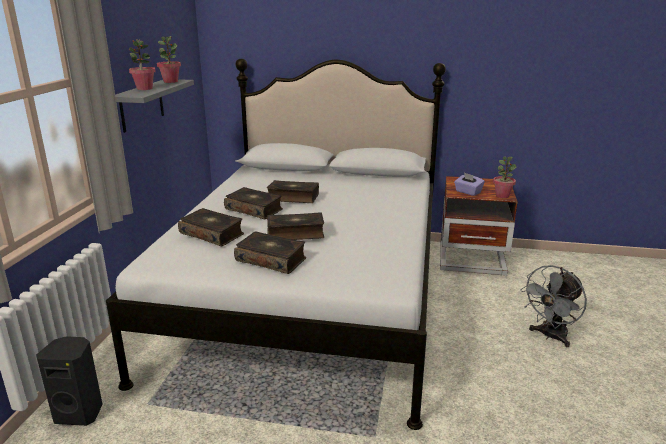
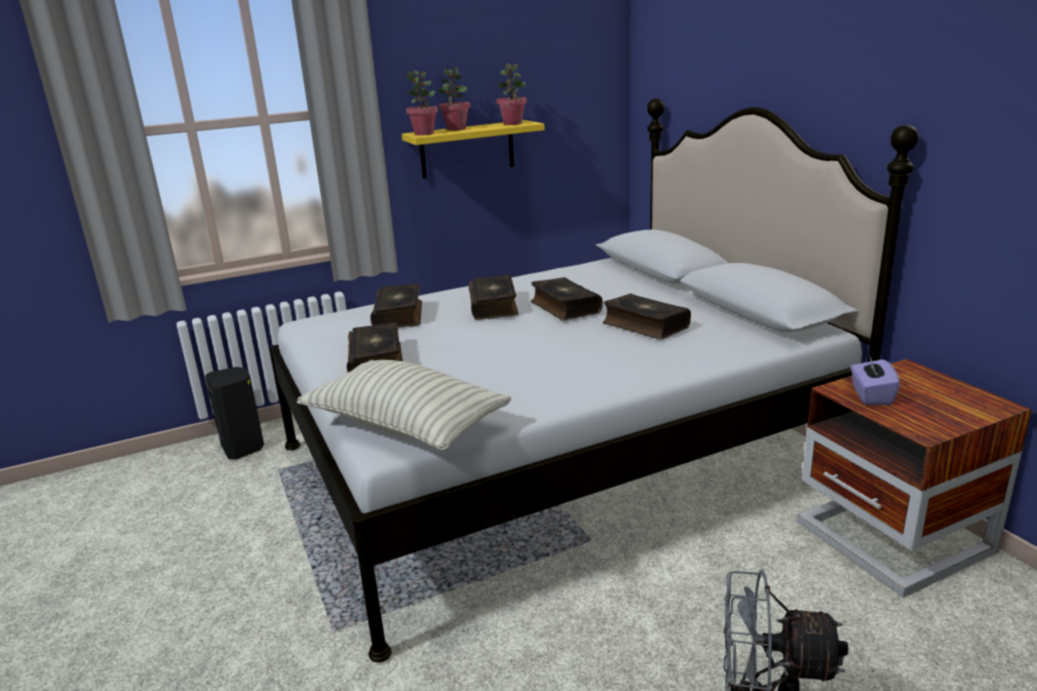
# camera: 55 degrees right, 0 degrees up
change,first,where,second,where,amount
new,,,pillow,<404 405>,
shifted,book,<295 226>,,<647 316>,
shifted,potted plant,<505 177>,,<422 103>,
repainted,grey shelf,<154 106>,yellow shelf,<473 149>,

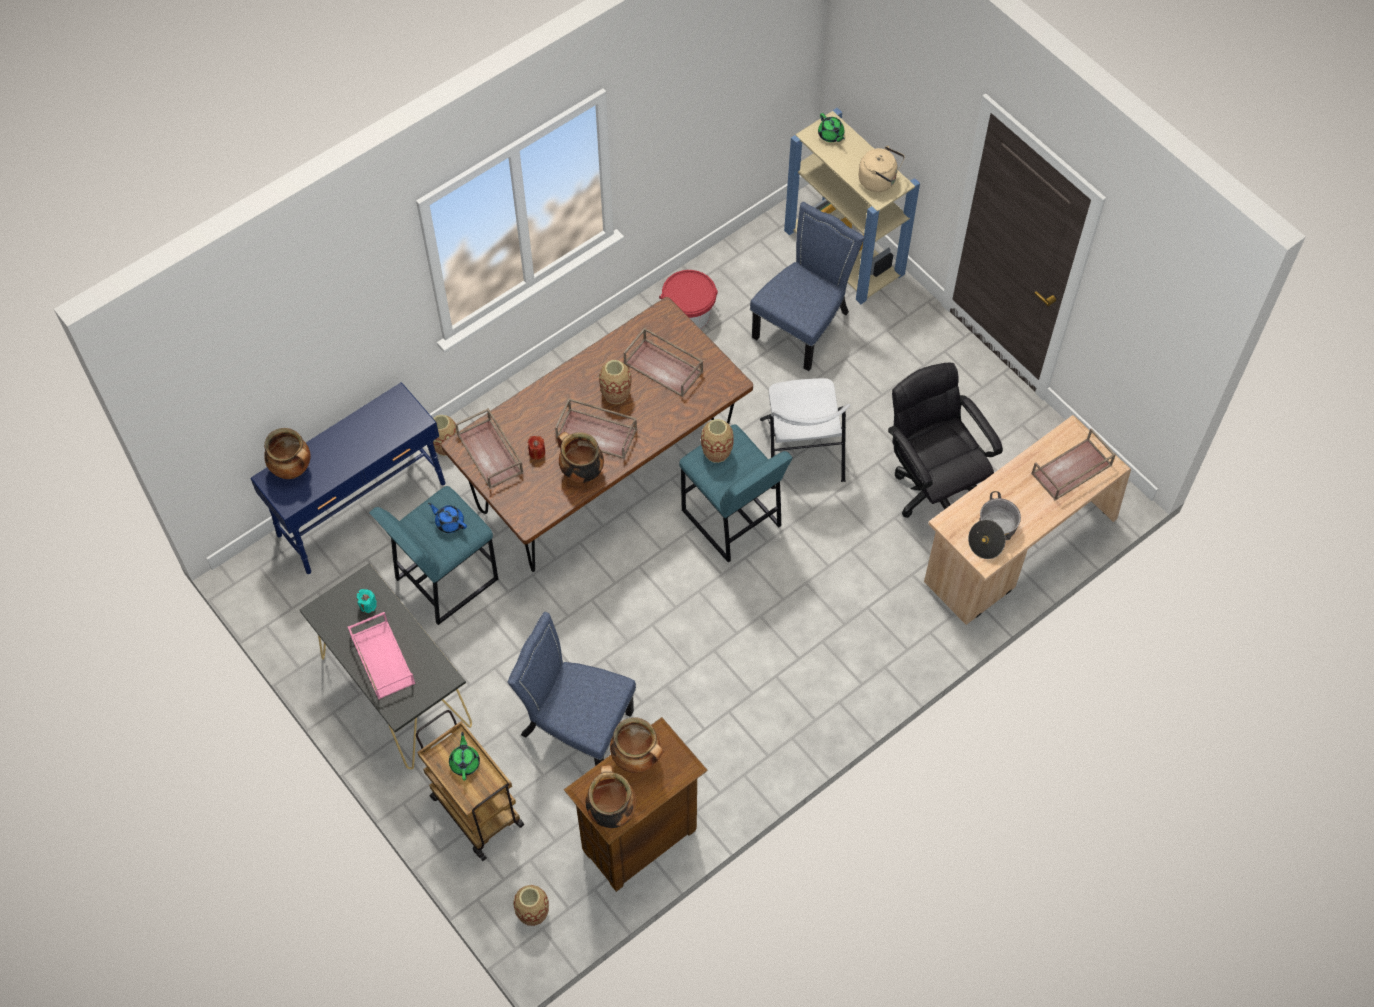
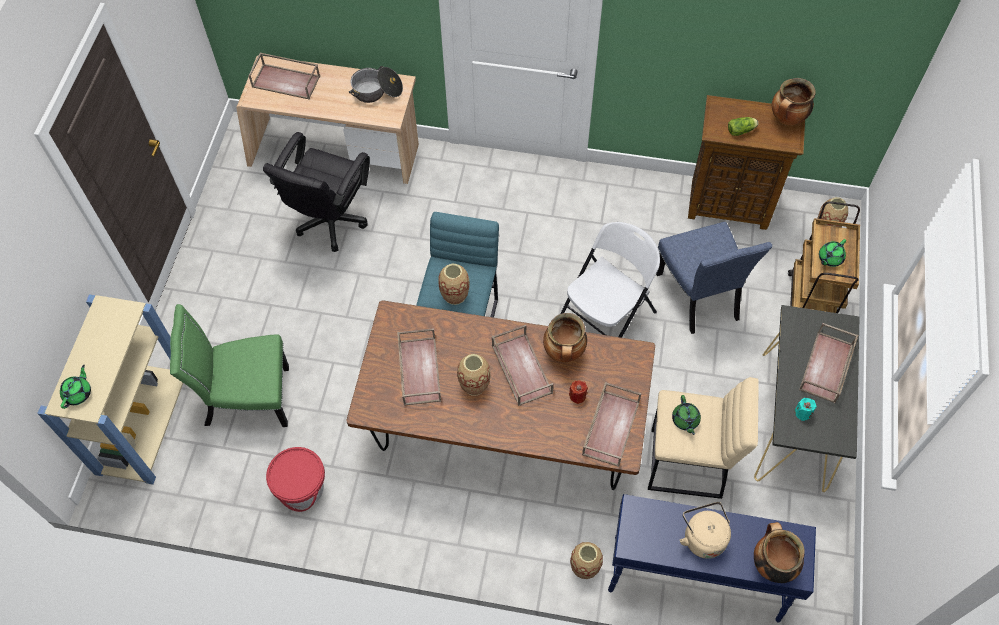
# camera: 130 degrees left, 0 degrees up
change,first,where,second,where,amount
shifted,white chair,<805 433>,,<610 280>,
shifted,beige kettle,<881 169>,,<705 530>,
swapped,cooking pot,<637 745>,lettuce,<743 126>,
repainted,pink tray,<381 655>,brown tray,<828 363>,
repainted,blue stool,<433 555>,beige stool,<703 438>,
repainted,blue teapot,<447 518>,green teapot,<686 415>,
repainted,blue chair,<807 286>,green chair,<229 365>,

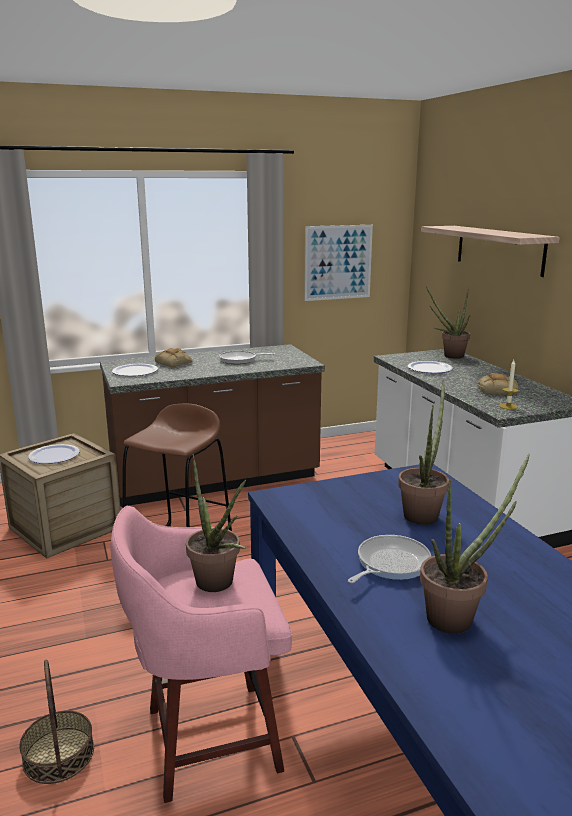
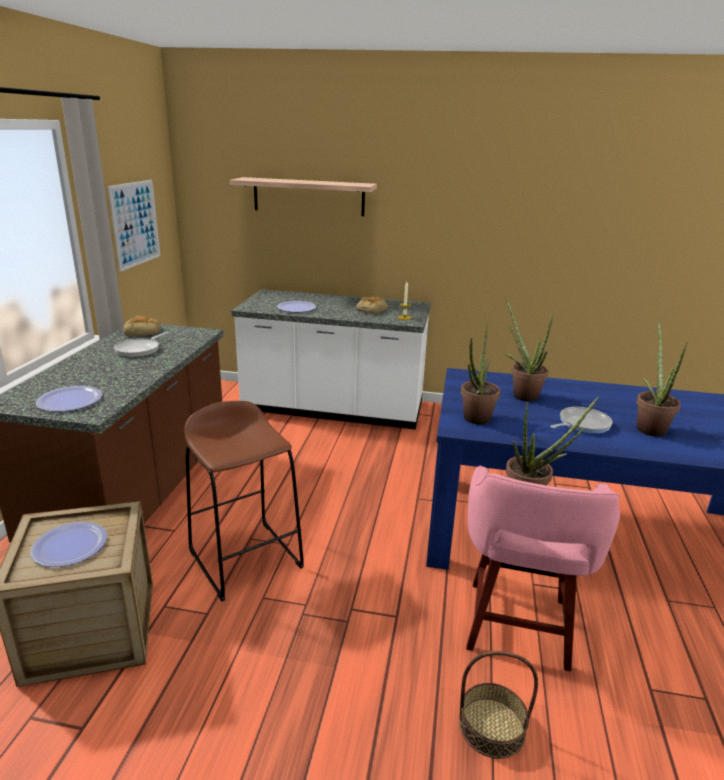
# camera: 60 degrees left, 5 degrees up
change,first,where,second,where,amount
shifted,bread,<174 357>,,<142 326>,
shifted,potted plant,<448 322>,,<480 373>,
rotated,frying pan,<389 559>,,<581 420>,75 degrees clockwise

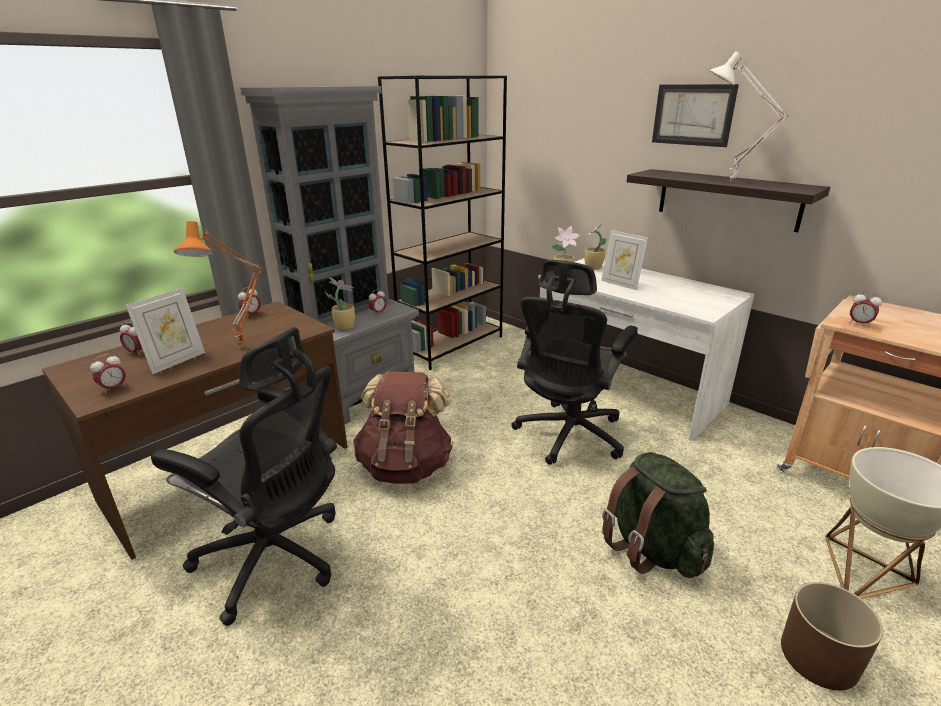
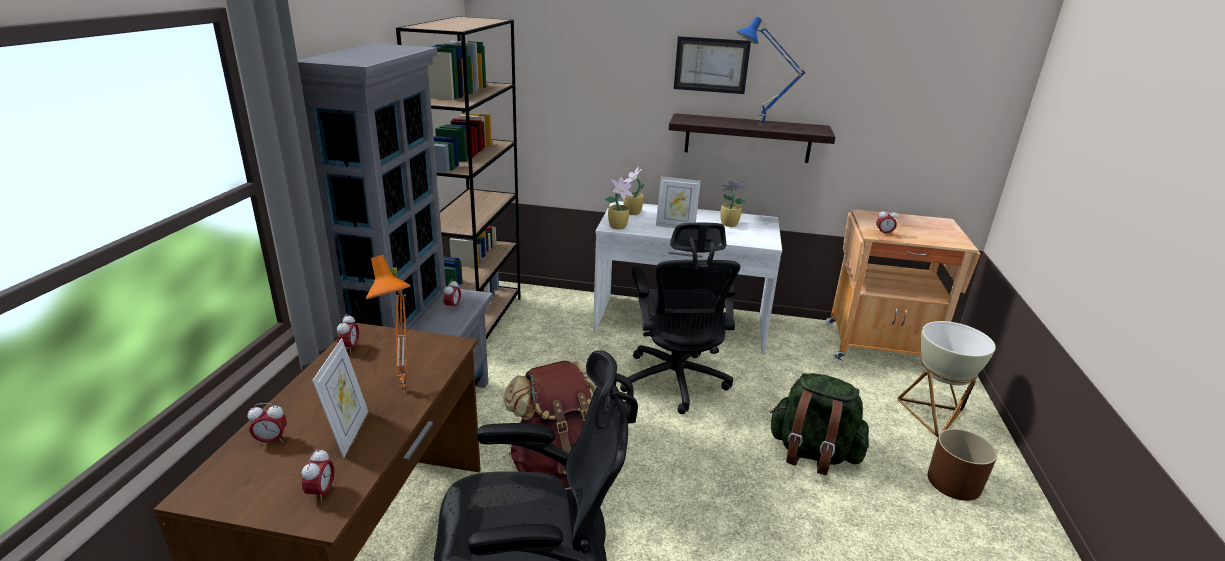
# camera: 35 degrees left, 0 degrees up
change,first,where,second,where,amount
shifted,potted plant,<340 303>,,<733 203>,
repainted,white table lamp,<749 116>,blue table lamp,<771 71>,

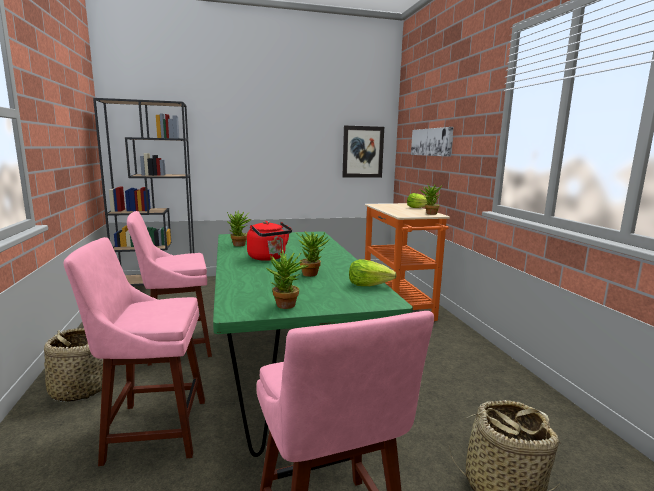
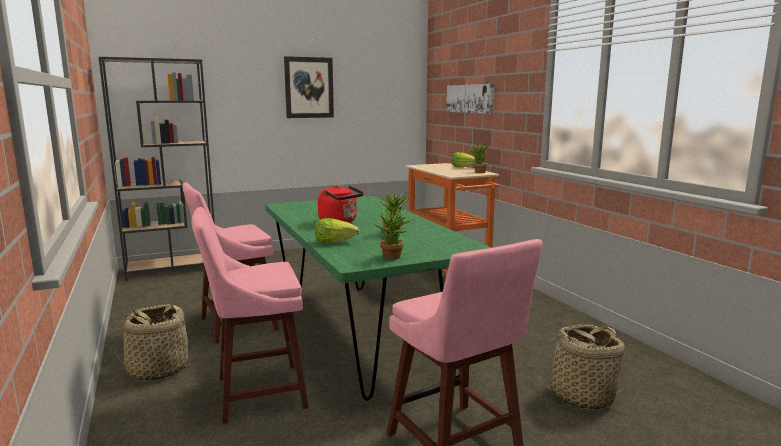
# camera: 10 degrees left, 0 degrees up
change,first,where,second,where,amount
gone,potted plant,<239 229>,,,
shifted,picture,<363 151>,,<309 87>,
shifted,lettuce,<373 272>,,<337 230>,

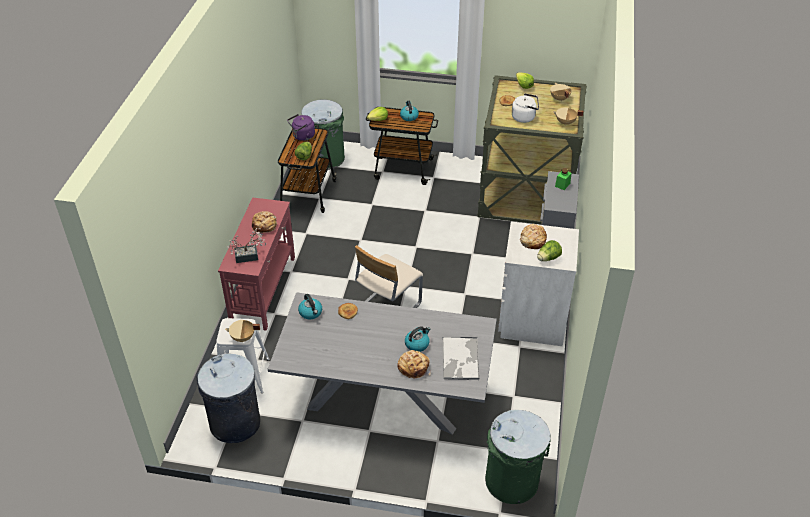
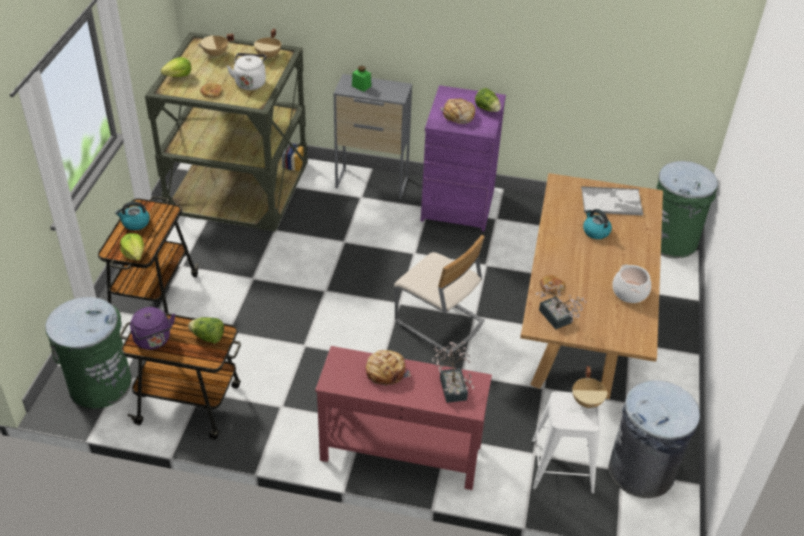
# camera: 90 degrees left, 0 degrees up
change,first,where,second,where,amount
gone,bread,<414 364>,,,
new,,,cooking pot,<631 283>,
swapped,kettle,<310 307>,potted plant,<561 305>,
repainted,grey dining table,<382 363>,brown dining table,<591 286>,
repainted,white dresser,<538 283>,purple dresser,<463 158>,

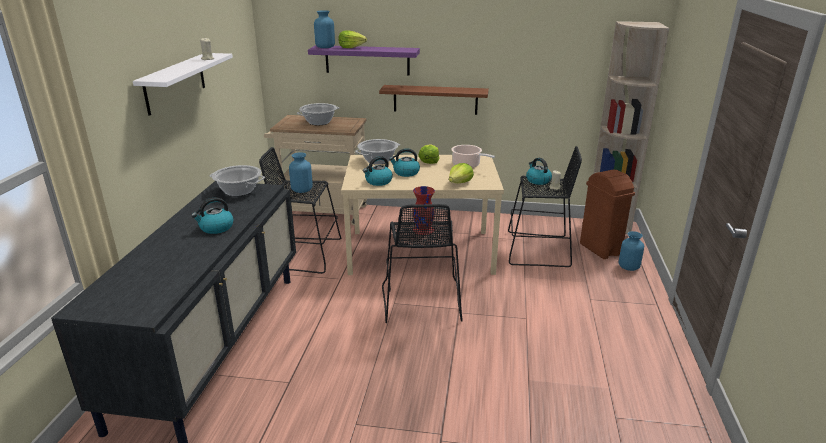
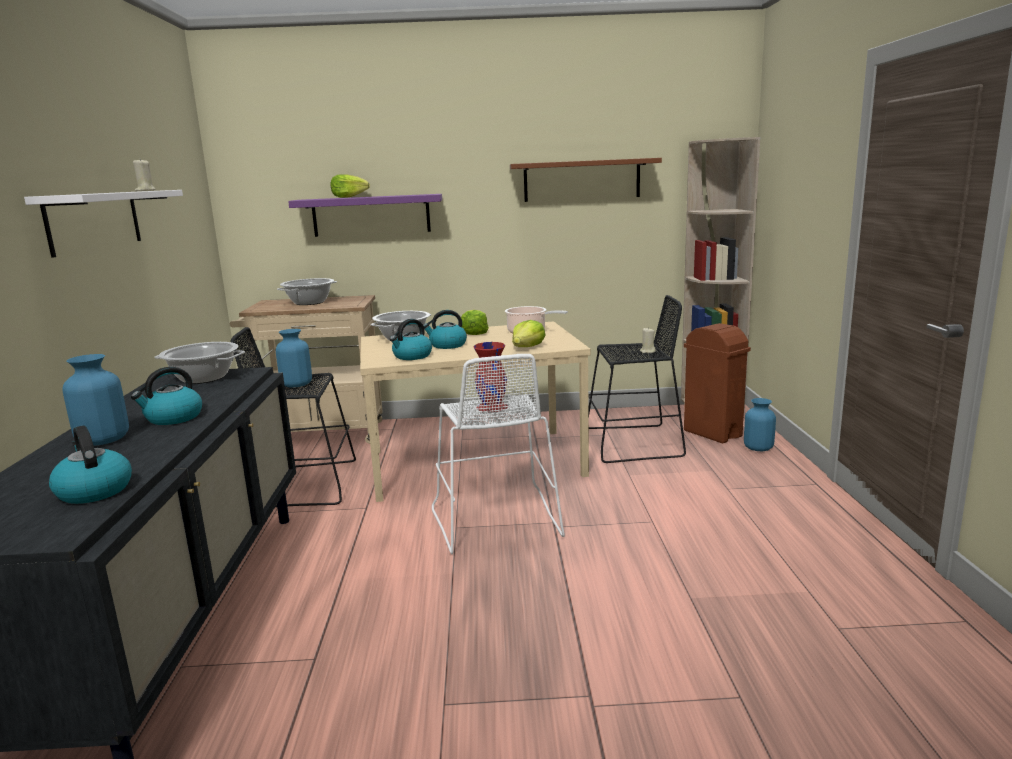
# camera: 10 degrees left, 10 degrees down
change,first,where,second,where,amount
shifted,blue vase,<324 29>,,<95 400>,
shifted,brown shelf,<434 100>,,<586 180>,
shifted,kettle,<539 171>,,<90 465>,
repainted,black stool,<422 263>,white stool,<498 454>,

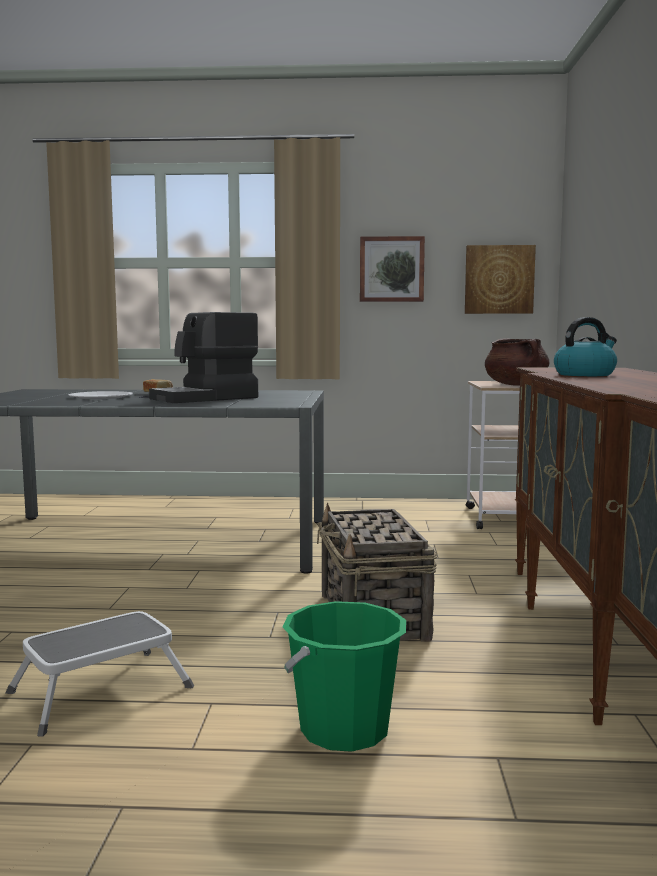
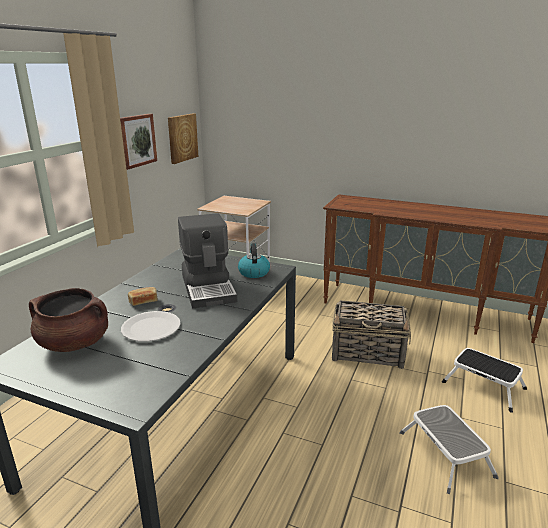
# camera: 70 degrees left, 15 degrees up
change,first,where,second,where,amount
shifted,brown cooking pot,<517 362>,,<68 320>,
shifted,kettle,<585 346>,,<254 260>,
swapped,green bucket,<344 676>,black step ladder,<484 380>,

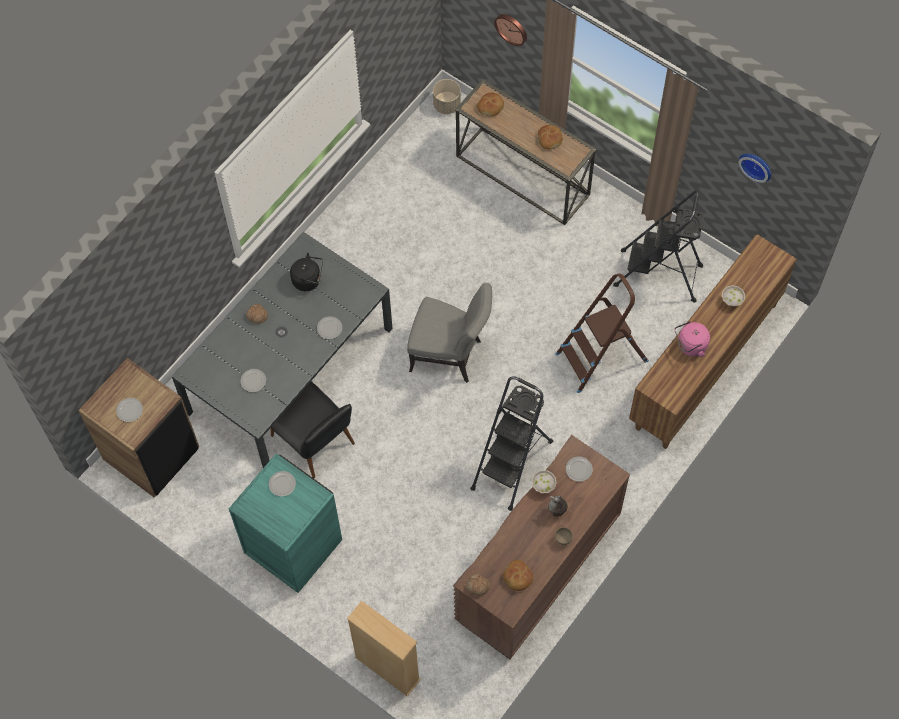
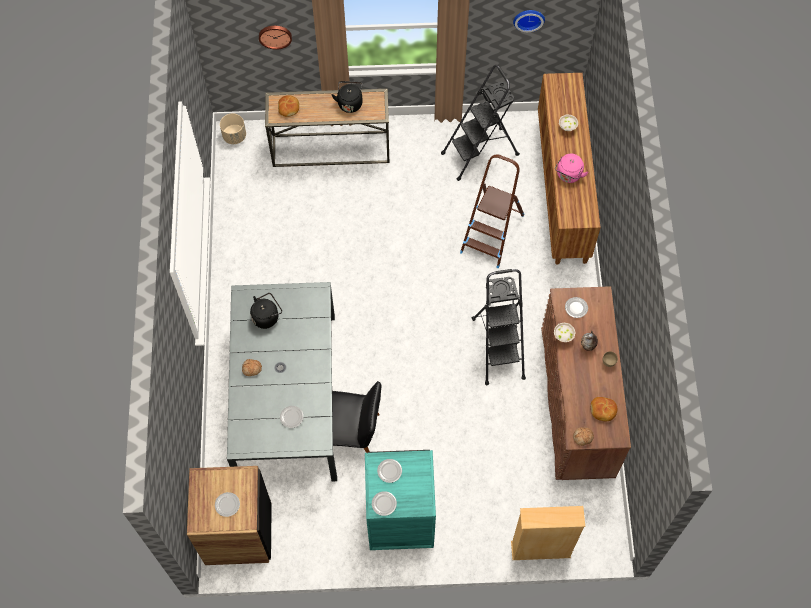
# camera: 40 degrees left, 0 degrees up
change,first,where,second,where,amount
gone,grey chair,<449 333>,,,
shifted,plate,<329 327>,,<384 503>,
swapped,bread,<550 137>,black kettle,<347 97>,

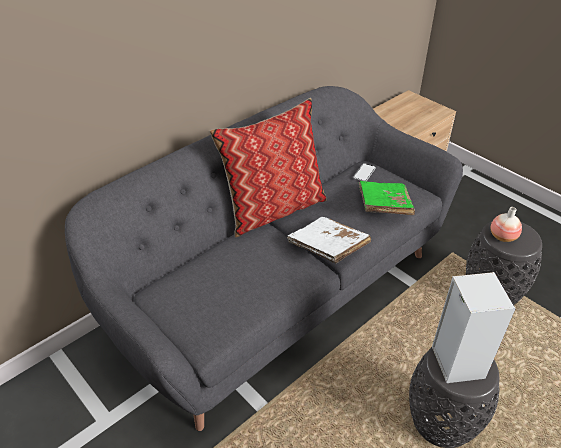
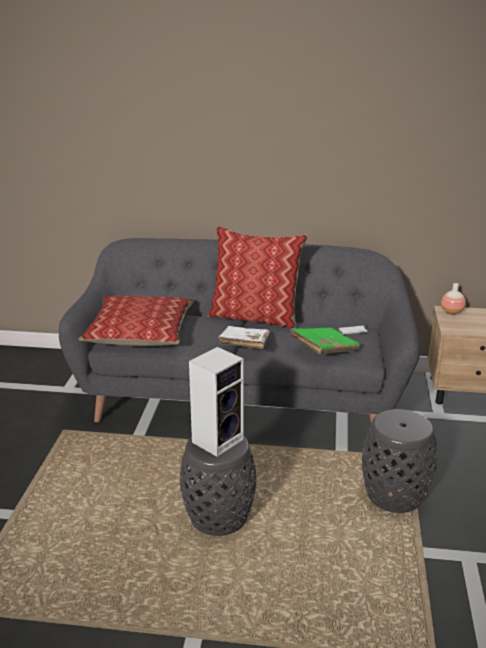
# camera: 50 degrees right, 15 degrees down
change,first,where,second,where,amount
new,,,pillow,<136 320>,
shifted,vase,<506 224>,,<453 299>,

